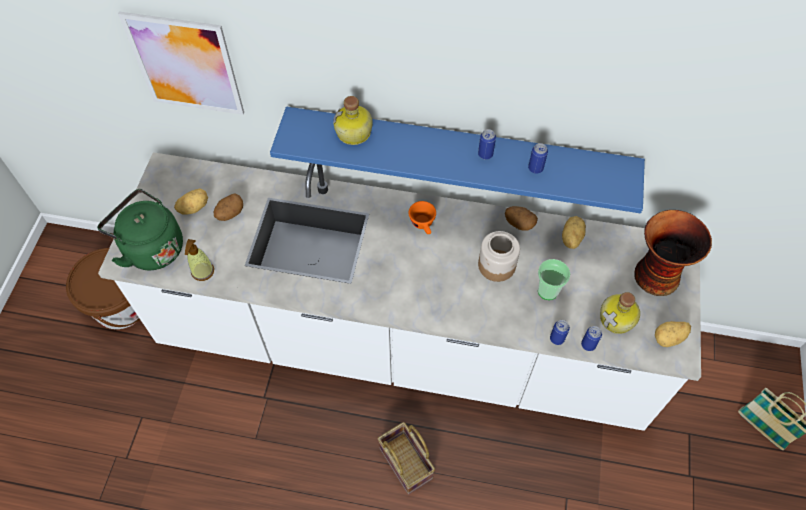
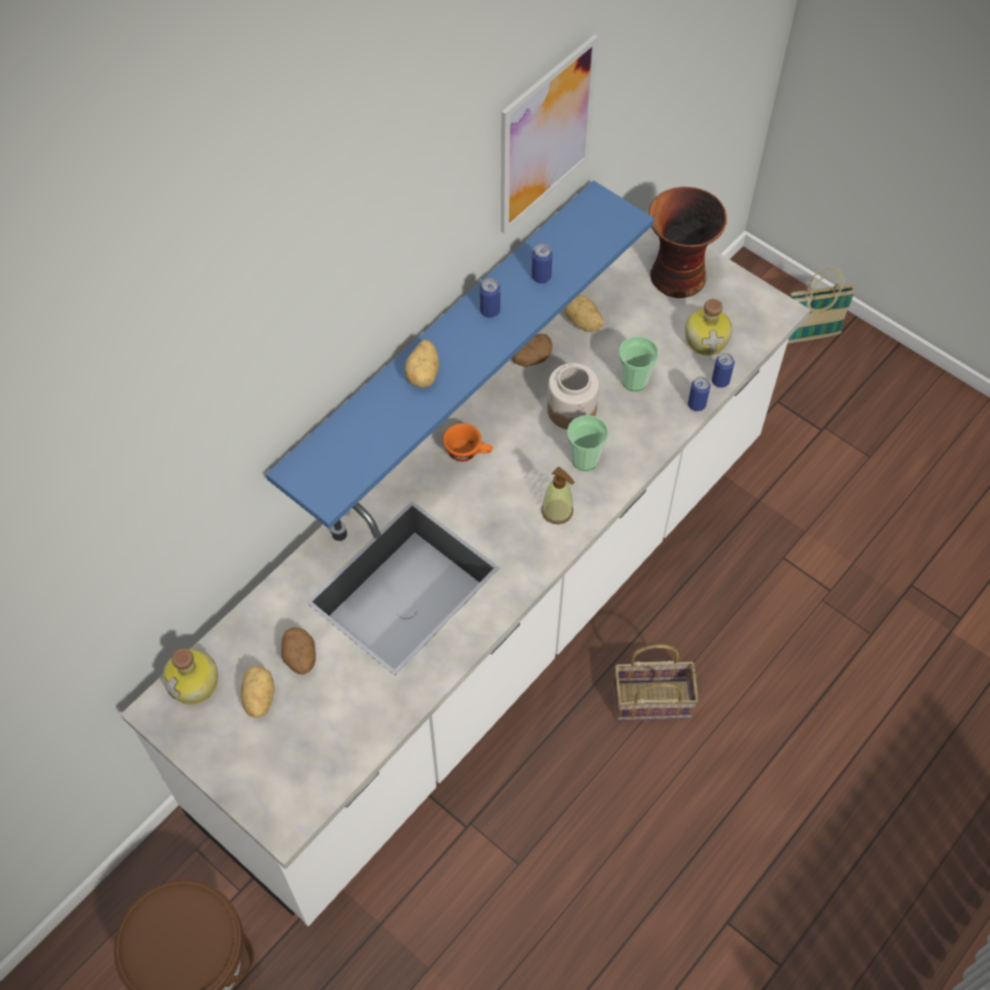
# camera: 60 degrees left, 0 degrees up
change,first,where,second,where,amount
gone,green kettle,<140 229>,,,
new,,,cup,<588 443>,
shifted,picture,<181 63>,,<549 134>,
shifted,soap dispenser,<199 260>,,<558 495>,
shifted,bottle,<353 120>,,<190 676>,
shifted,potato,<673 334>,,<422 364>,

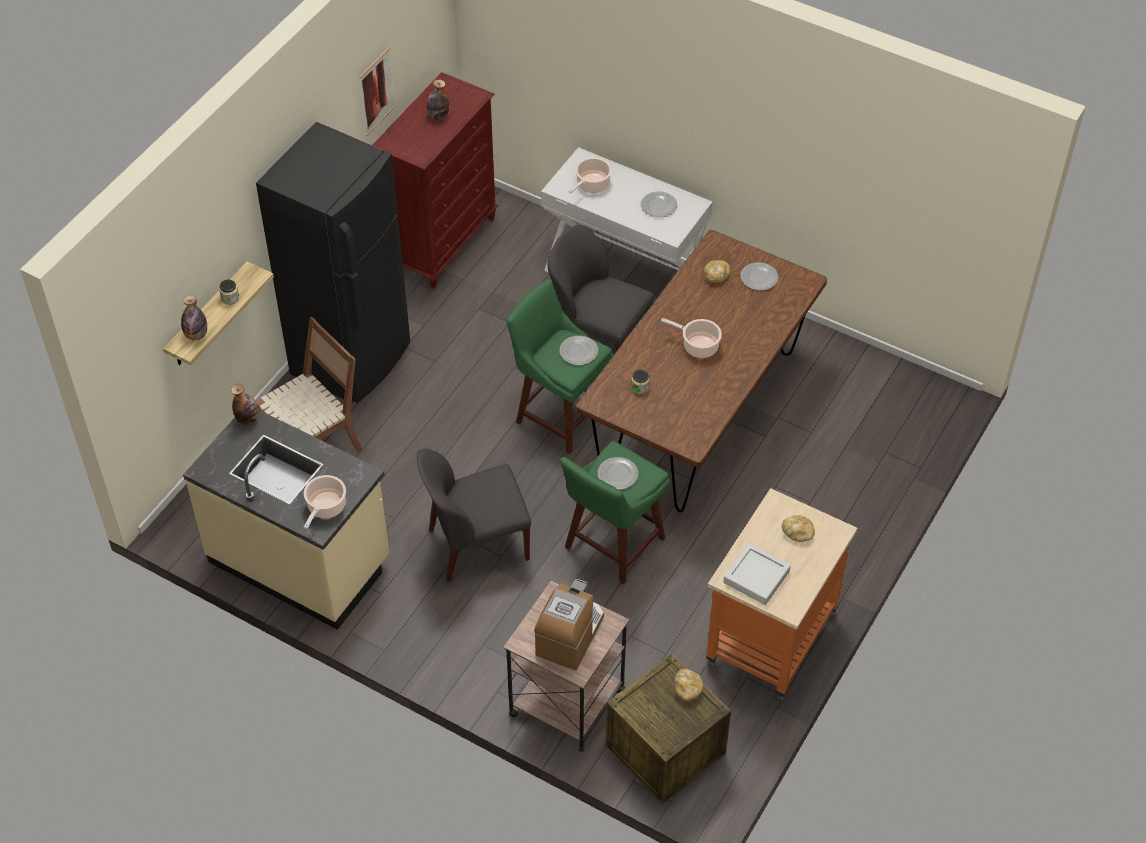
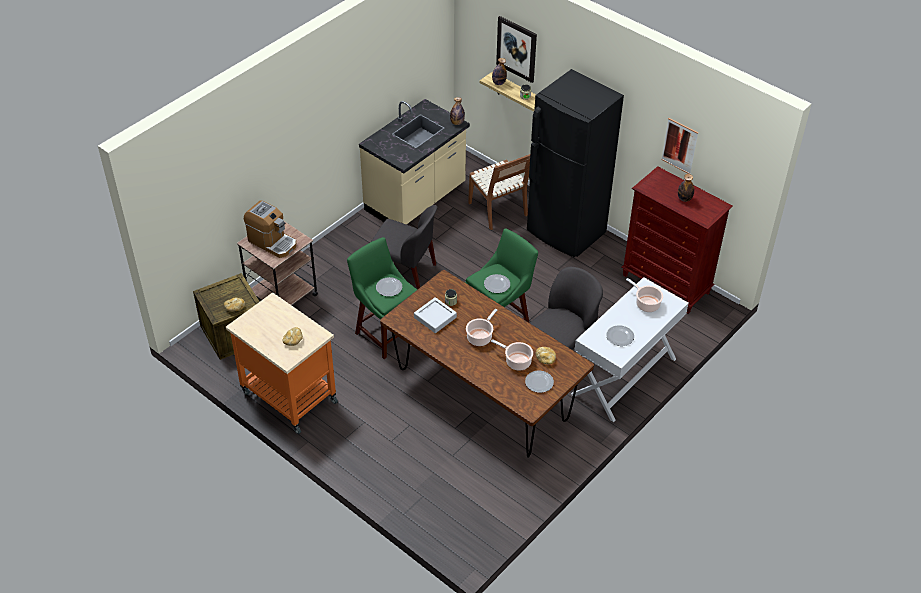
# camera: 100 degrees right, 5 degrees down
change,first,where,second,where,amount
new,,,picture,<516 49>,
shifted,cooking pot,<325 502>,,<512 355>,
shifted,grey tray,<757 574>,,<435 315>,
rotated,grey chair,<474 515>,,<404 247>,120 degrees clockwise

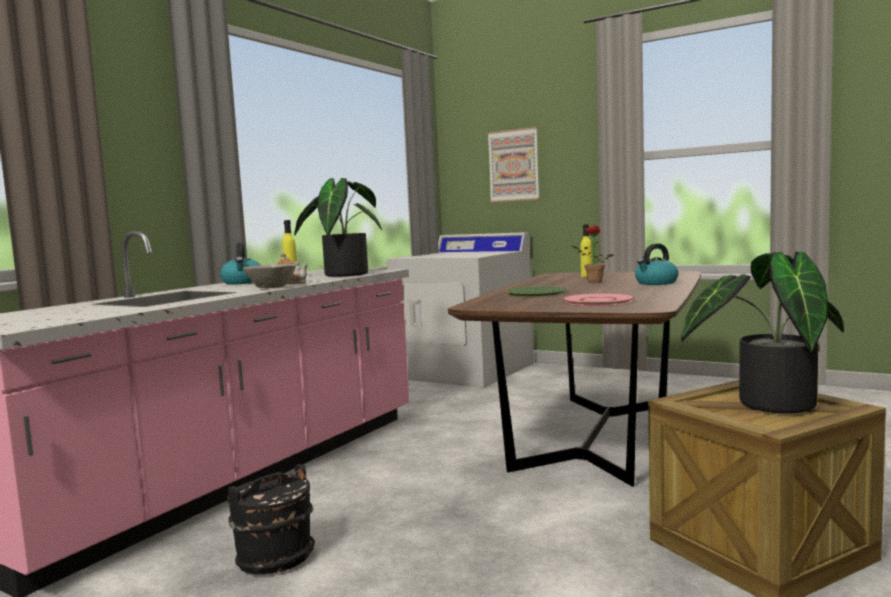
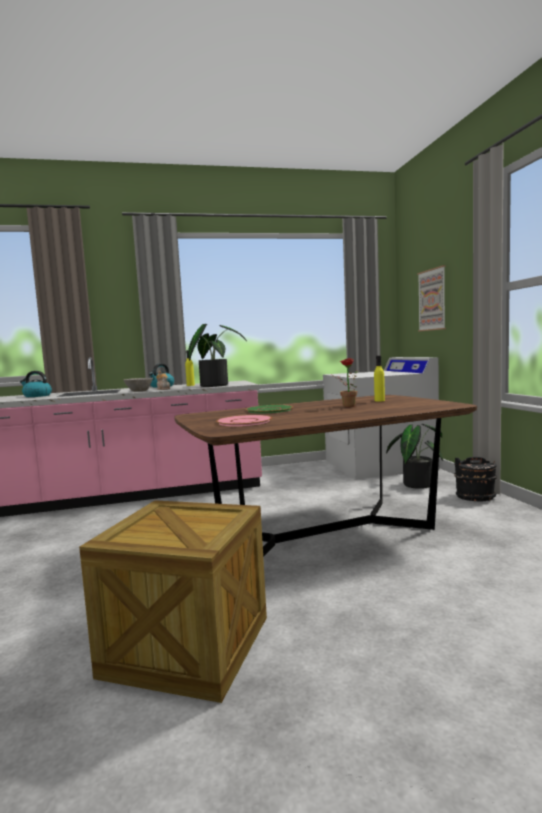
# camera: 45 degrees right, 0 degrees up
change,first,where,second,where,amount
shifted,black bucket,<271 519>,,<475 479>,
shifted,kettle,<656 264>,,<36 384>,
shifted,potted plant,<762 332>,,<414 456>,

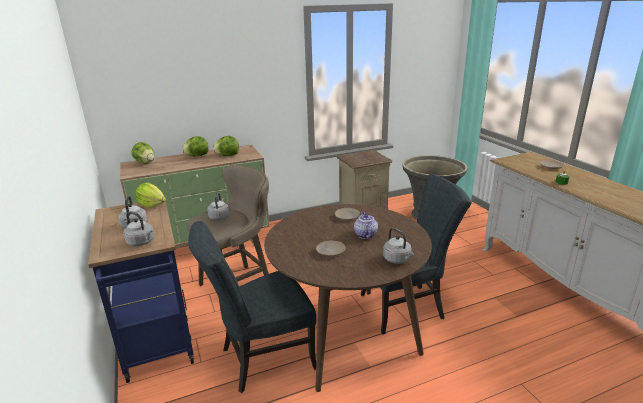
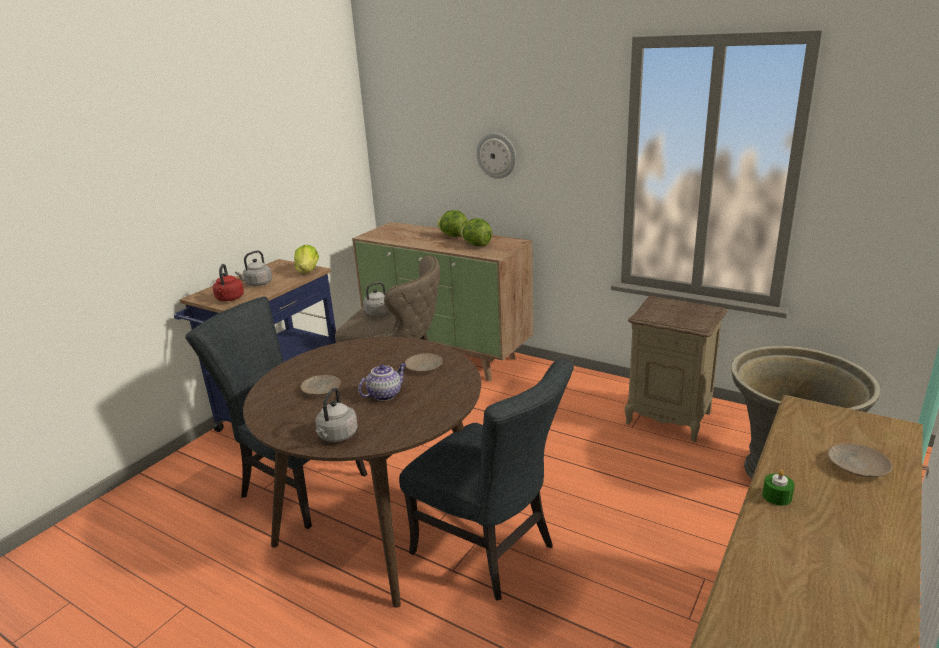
# camera: 55 degrees right, 0 degrees up
change,first,where,second,where,amount
gone,lettuce,<142 153>,,,
new,,,wall clock,<496 156>,
repainted,grey kettle,<139 228>,red kettle,<228 282>,

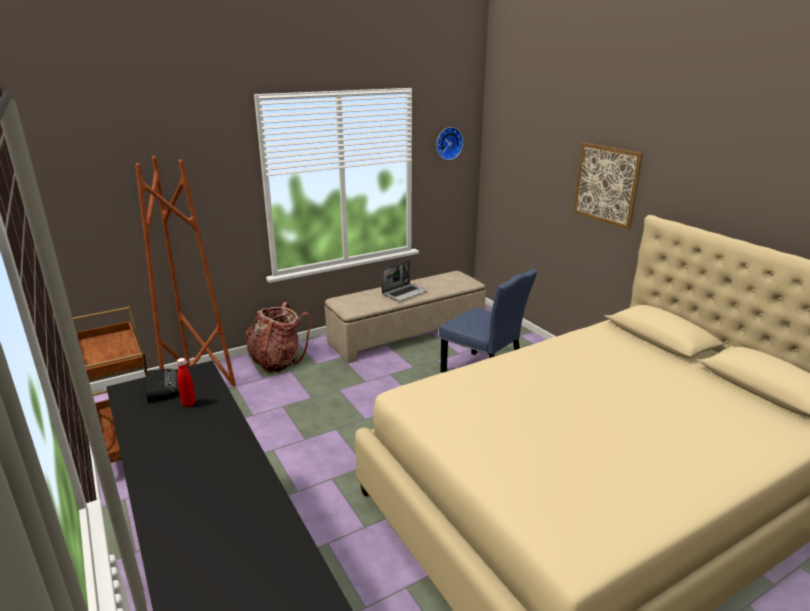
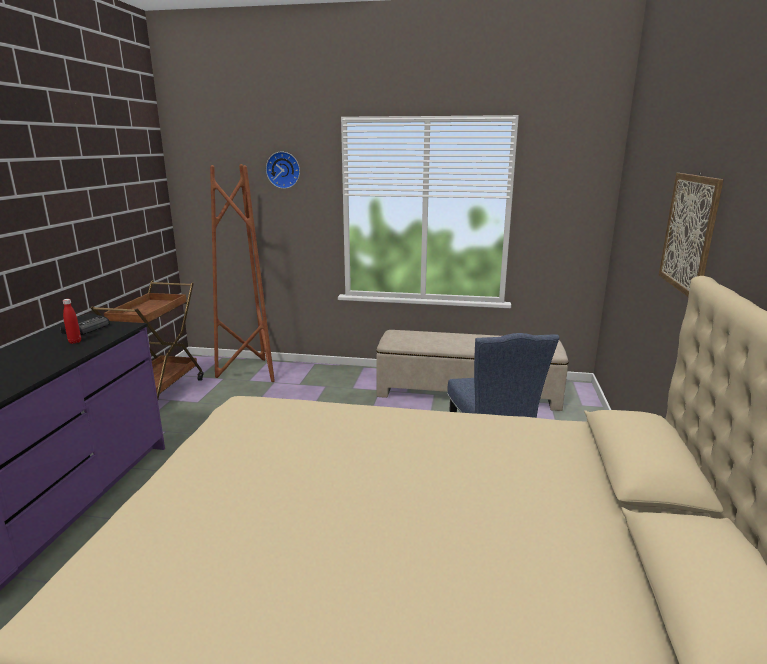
# camera: 40 degrees right, 5 degrees down
change,first,where,second,where,amount
gone,backpack,<278 337>,,,
gone,laptop,<404 280>,,,
shifted,wall clock,<449 143>,,<283 170>,

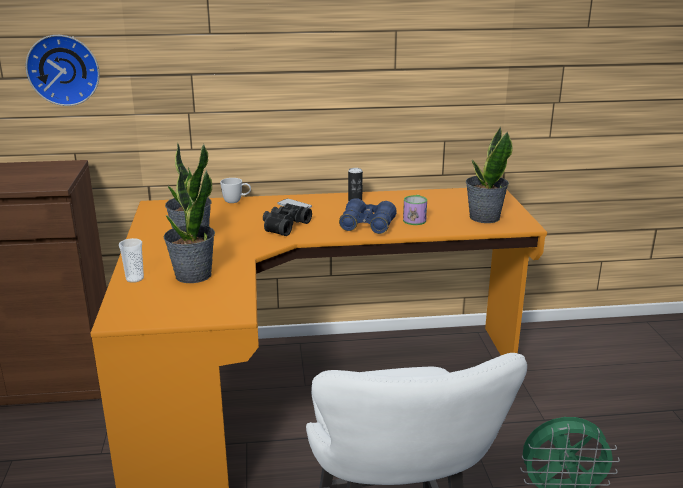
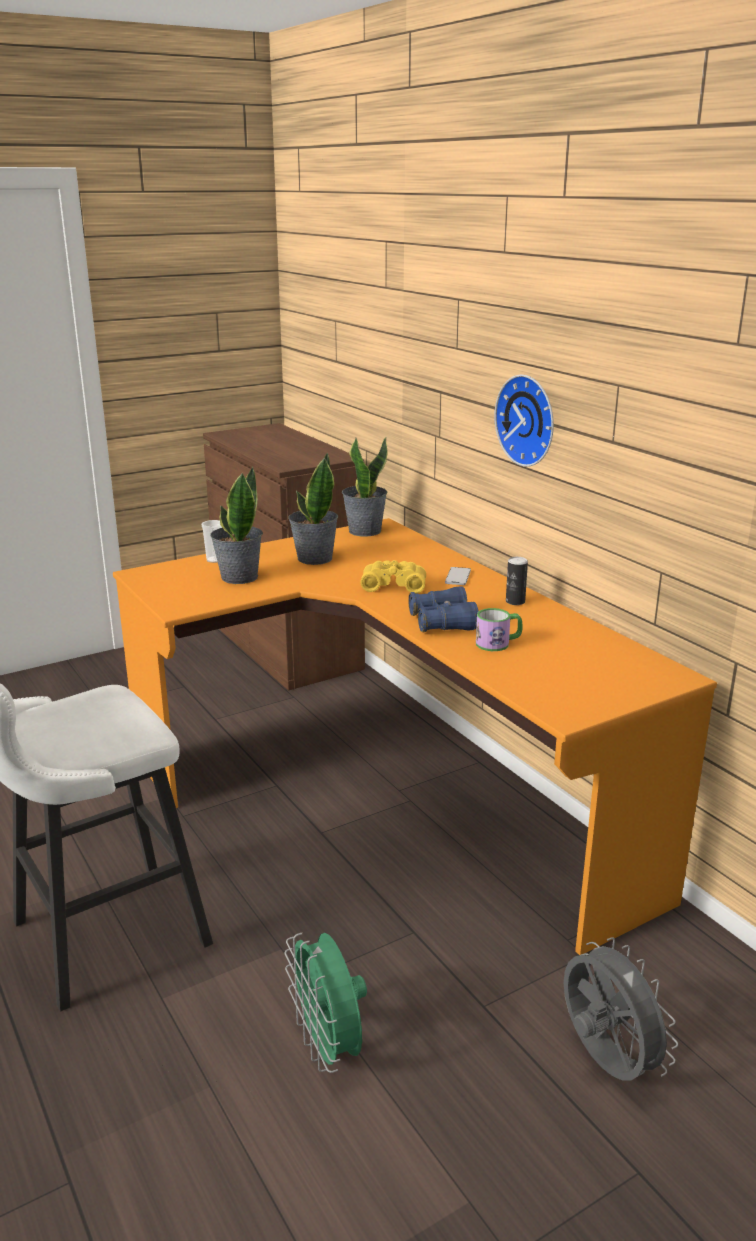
# camera: 65 degrees right, 0 degrees up
change,first,where,second,where,amount
gone,white mug,<235 190>,,,
new,,,grey fan,<621 1009>,
shifted,wall clock,<63 70>,,<524 421>,
shifted,potted plant,<489 174>,,<364 487>,
repainted,black binoculars,<287 219>,yellow binoculars,<393 576>,

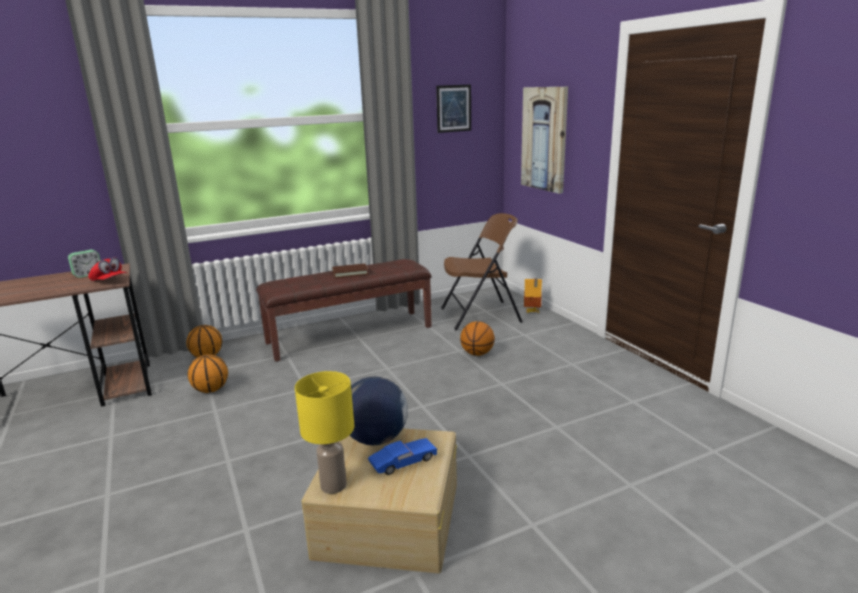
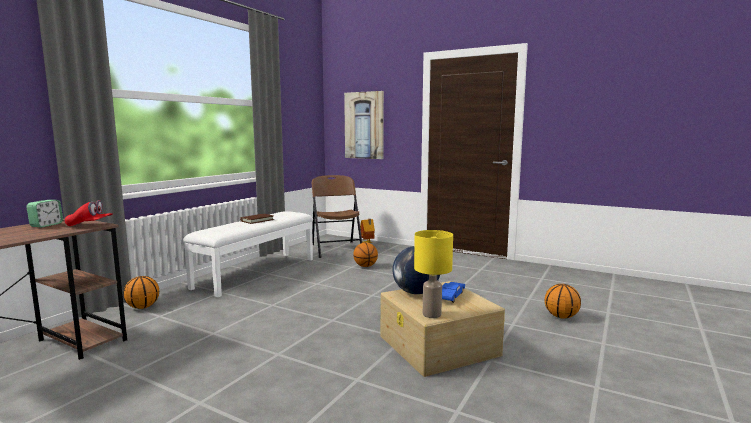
# camera: 35 degrees left, 10 degrees down
change,first,where,second,where,amount
gone,picture,<453 108>,,,
shifted,basketball,<208 373>,,<563 301>,
repainted,brown bench,<344 310>,white bench,<248 254>,
rotated,brown chair,<481 271>,,<337 216>,60 degrees counterclockwise

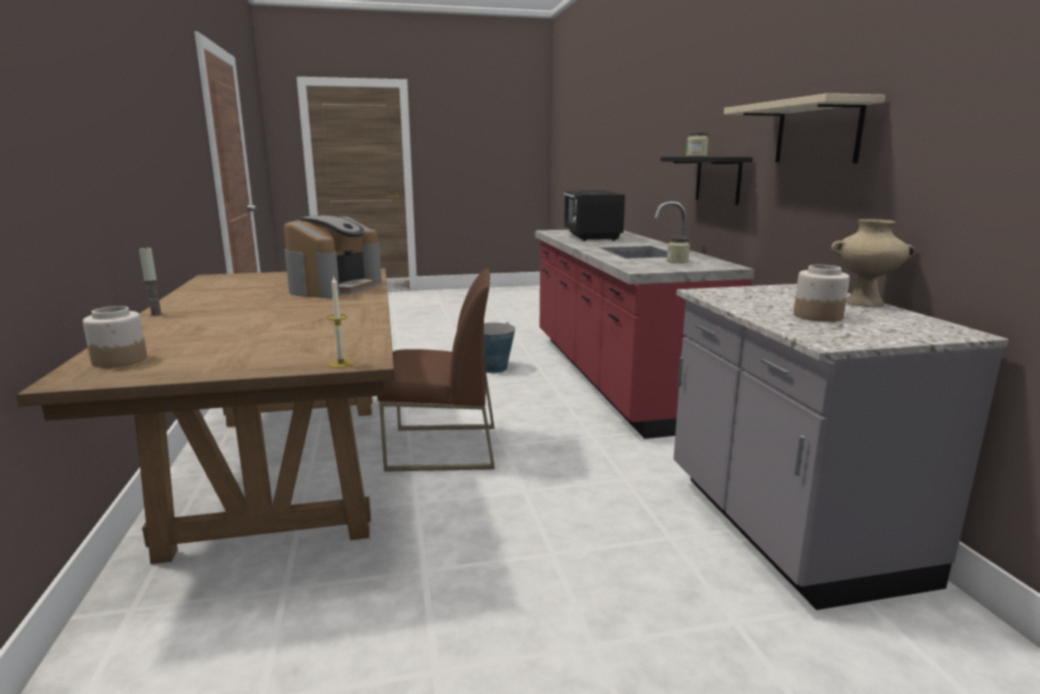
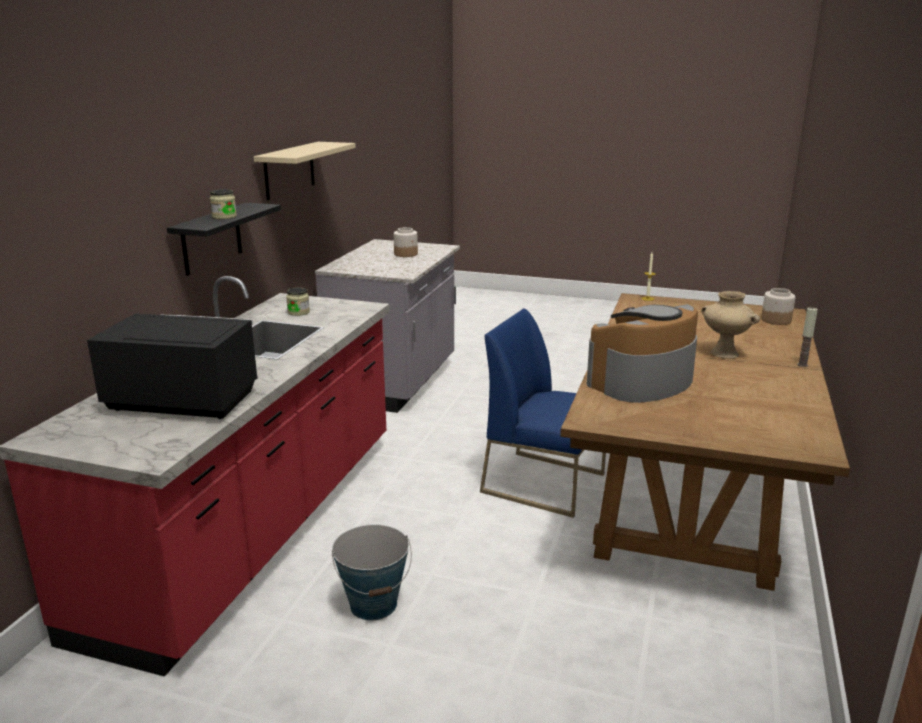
# camera: 150 degrees left, 5 degrees up
change,first,where,second,where,amount
shifted,beige vase,<873 263>,,<730 325>,
repainted,brown chair,<436 370>,blue chair,<543 413>,
rotated,black microwave,<594 215>,,<172 366>,105 degrees counterclockwise

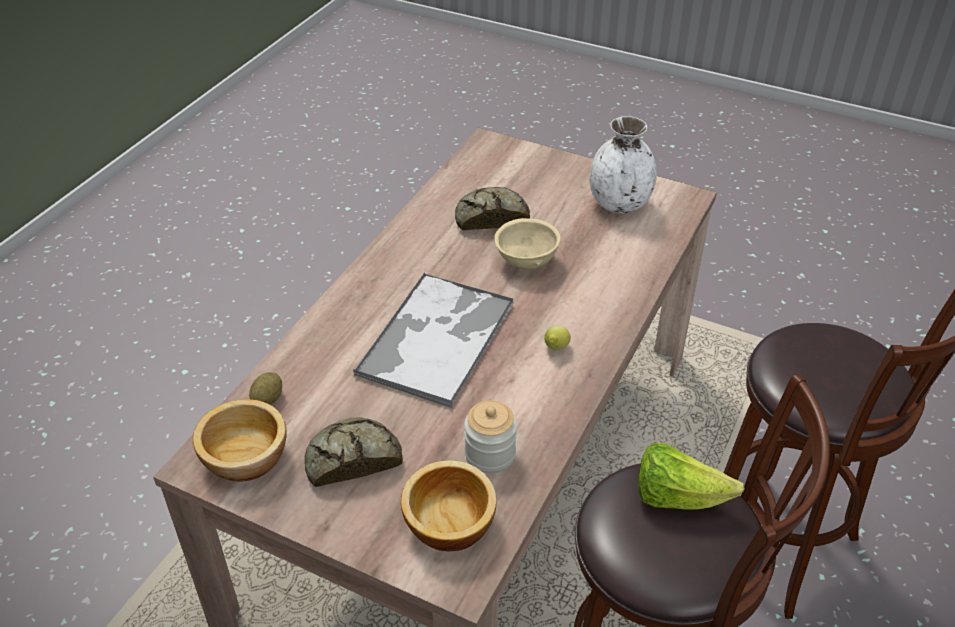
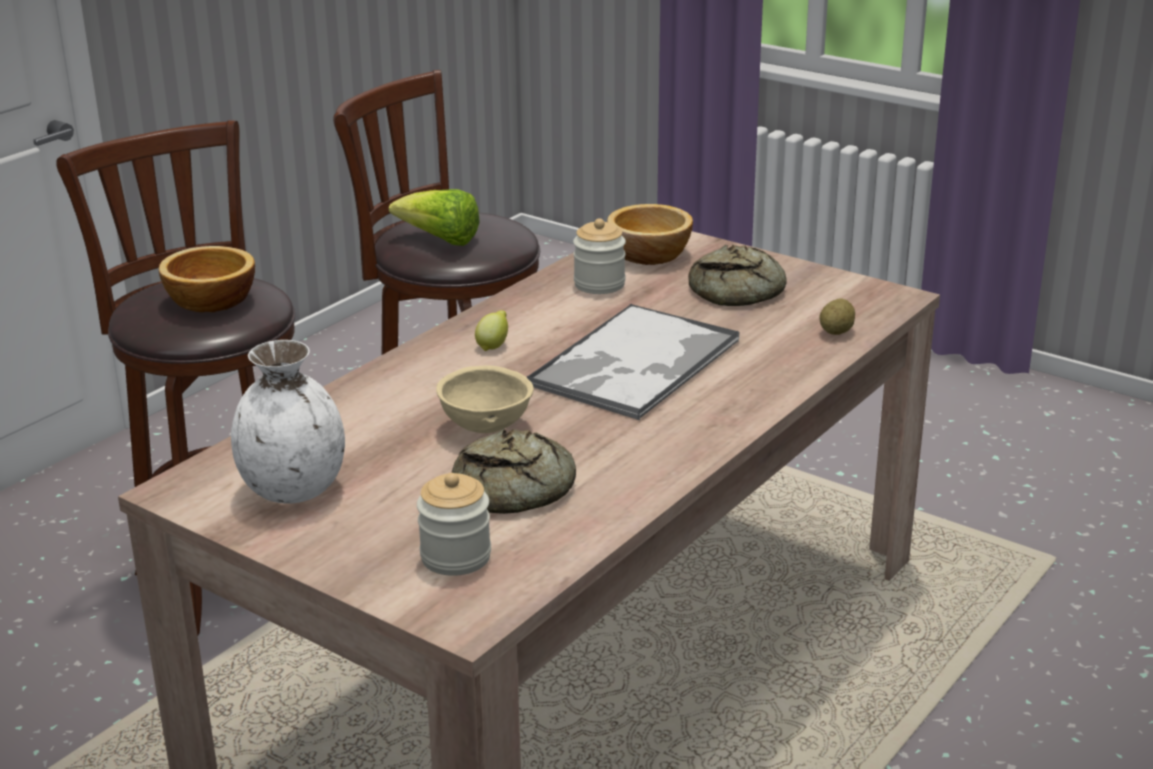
# camera: 170 degrees left, 15 degrees down
change,first,where,second,where,amount
new,,,jar,<454 524>,
shifted,bowl,<240 440>,,<207 279>,

